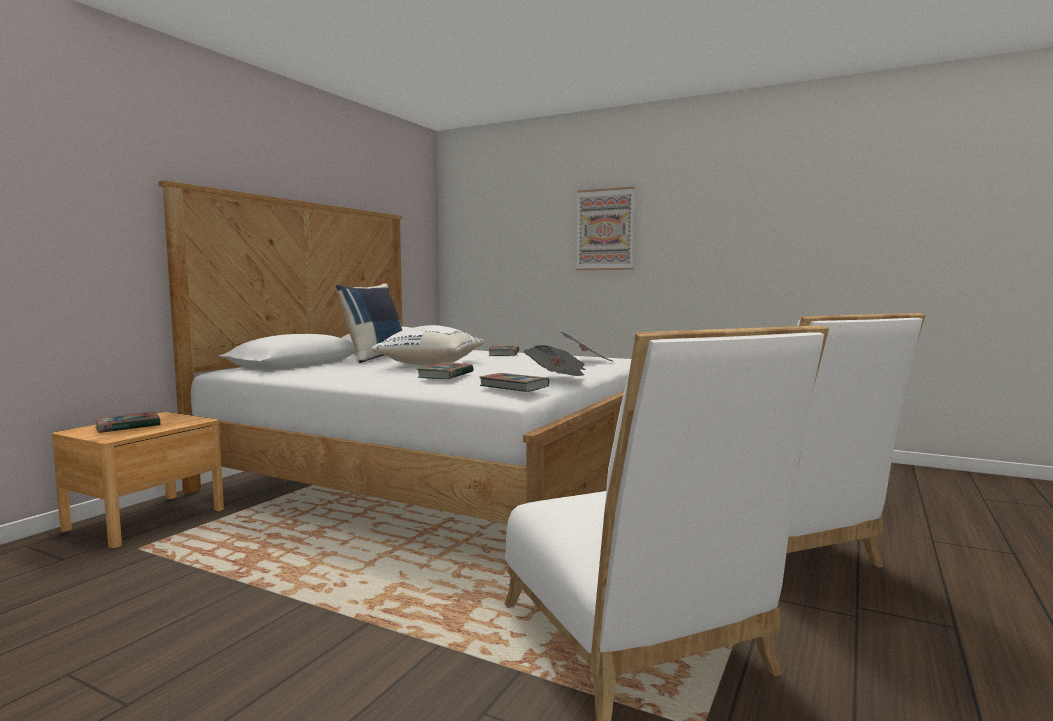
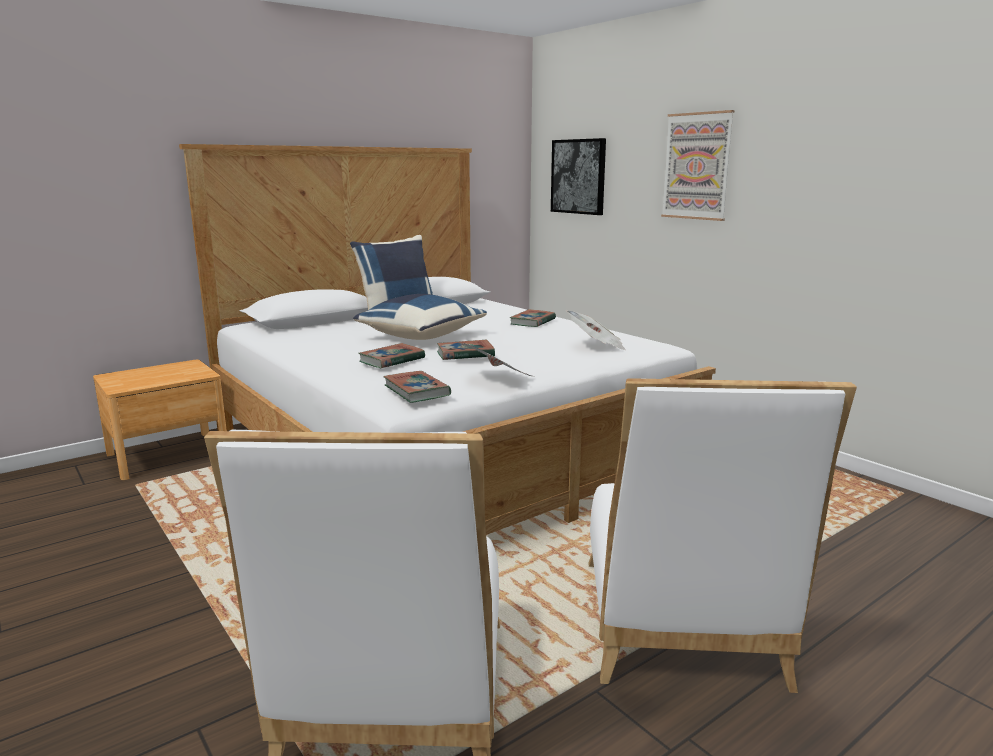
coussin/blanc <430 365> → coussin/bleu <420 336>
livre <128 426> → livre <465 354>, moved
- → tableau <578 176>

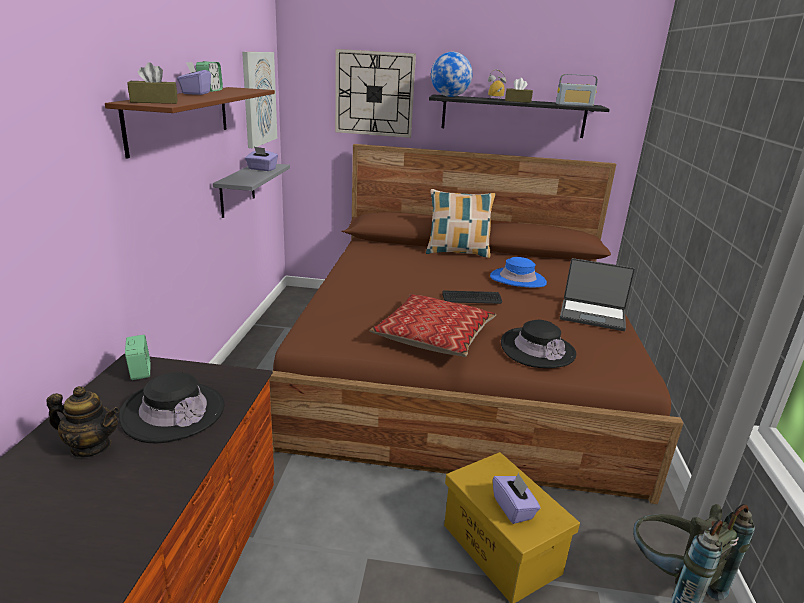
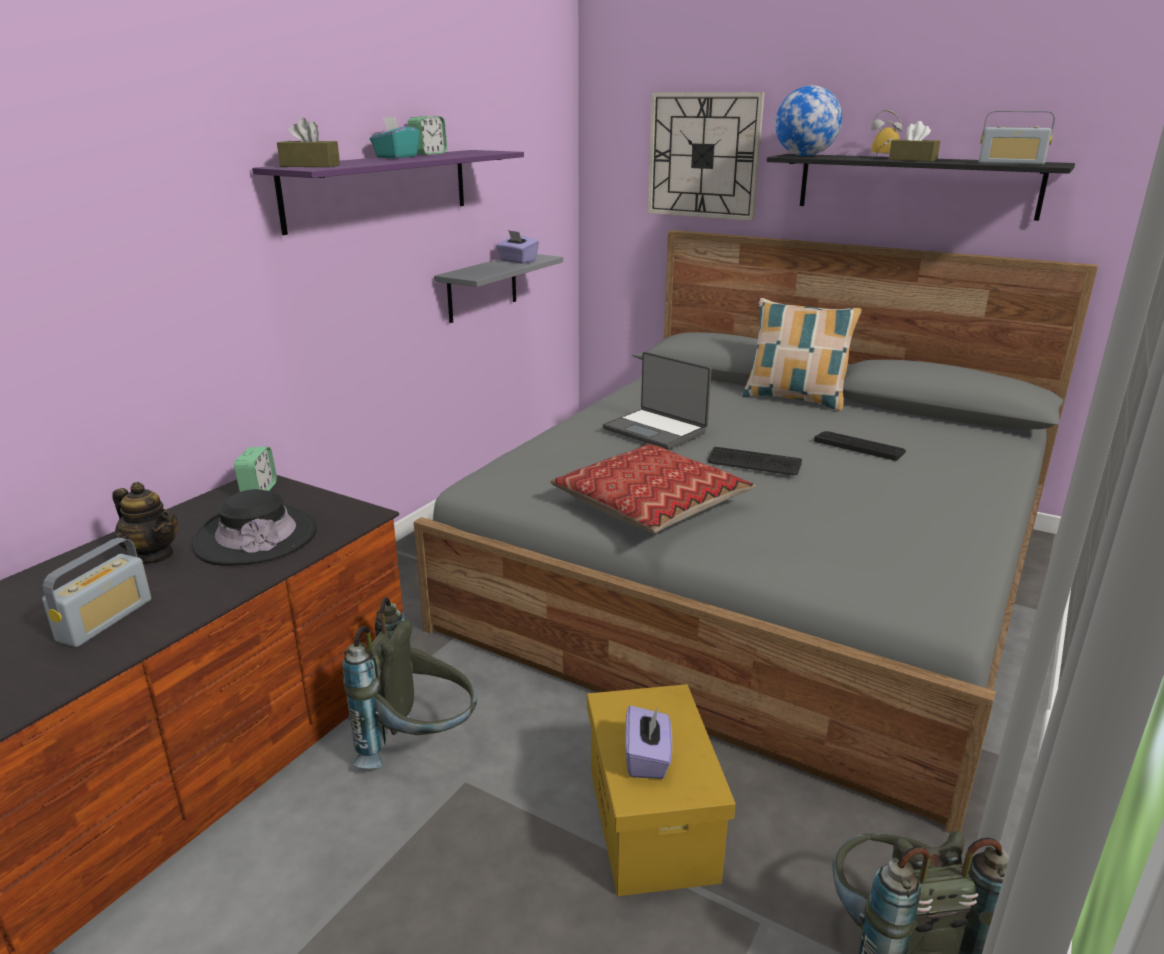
- → radio <105 620>
étagère/marron <181 117> → étagère/violet <380 188>
- → sac à dos/gris <419 745>
boîte à mouchoirs/violet <195 93> → boîte à mouchoirs/turquoise <396 157>
lit/marron <462 368> → lit/gris <760 576>
ordinateur portable <592 315> → ordinateur portable <656 430>, moved
chapeau/bleu <517 279> → clavier <859 446>
tableau <258 98> → -
chapeau/noir <537 349> → -

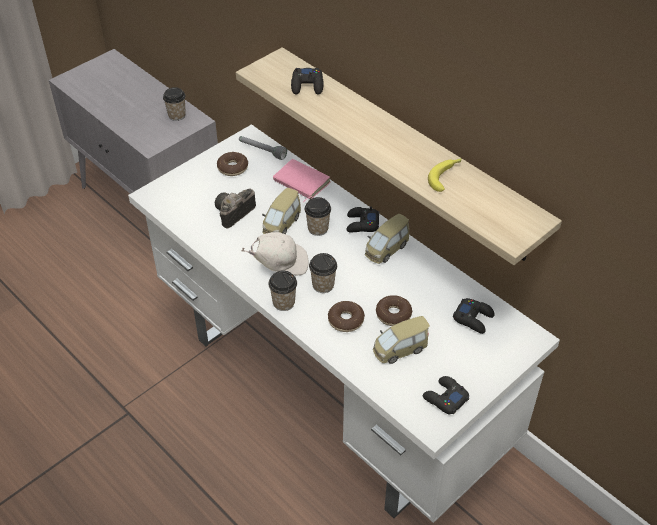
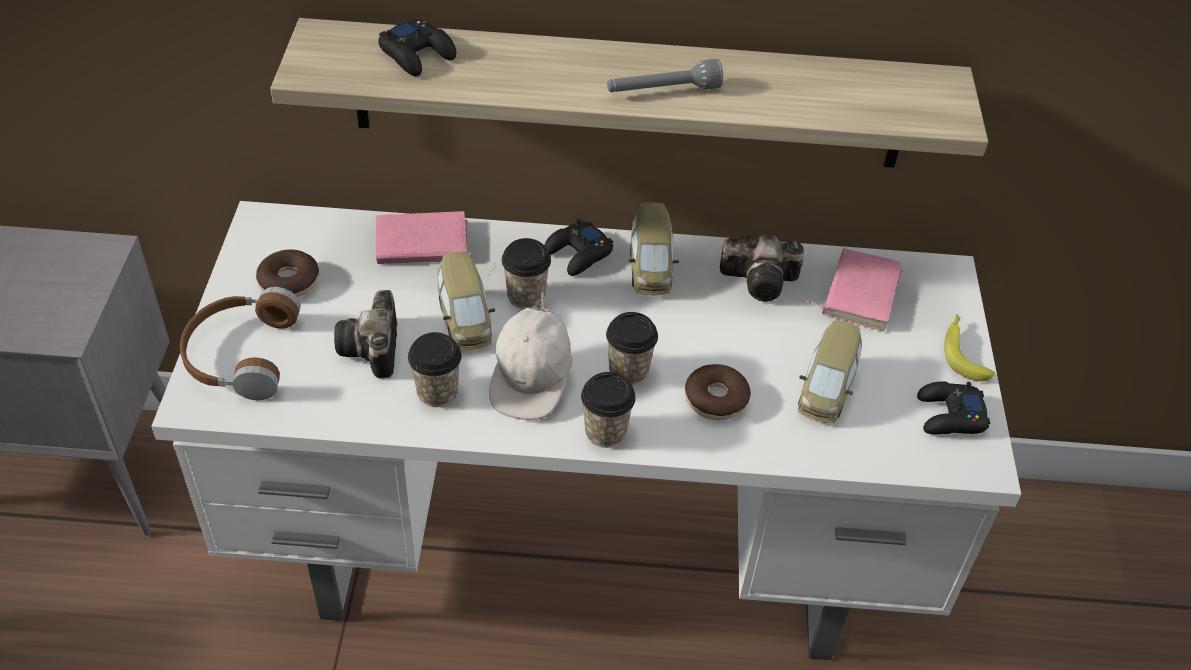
- → casque audio/marron <239 355>
tasse <177 115> → tasse <437 392>, moved
casquette/blanc <280 264> → casquette/blanc <532 380>, 150 degrees clockwise
lampe de poche/gris <262 151> → lampe de poche/gris <662 91>, moved
- → appareil photo <763 281>
manette/noir <473 318> → livre/rose <858 292>
banane <446 176> → banane <963 352>, moved
beignet <393 314> → -

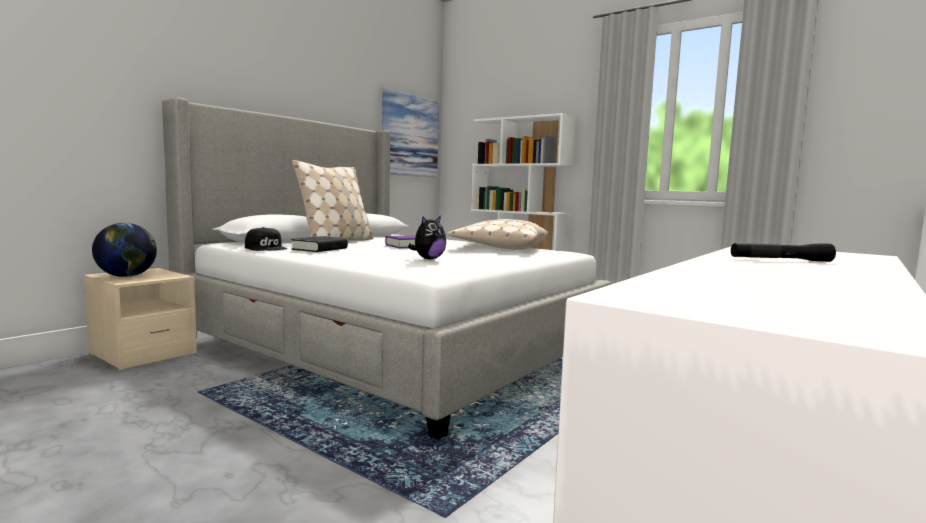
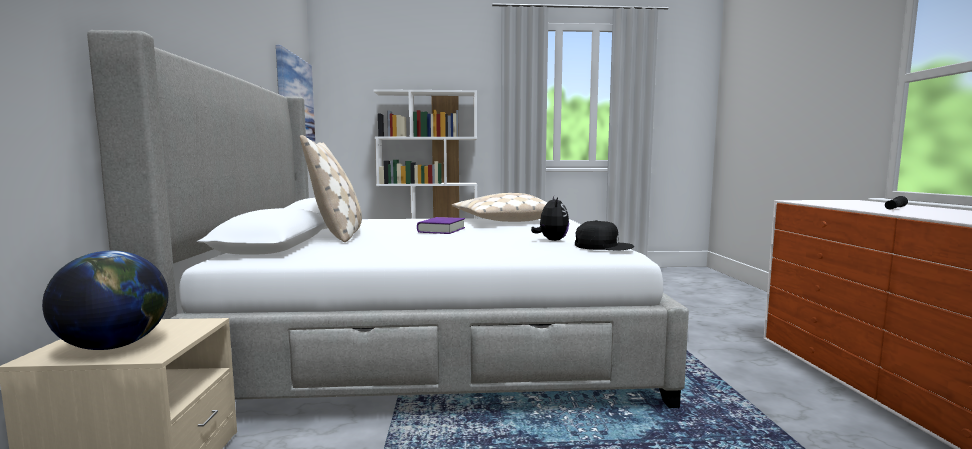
casquette/noir <266 248> → casquette/noir <602 246>, moved
livre/noir <320 249> → -

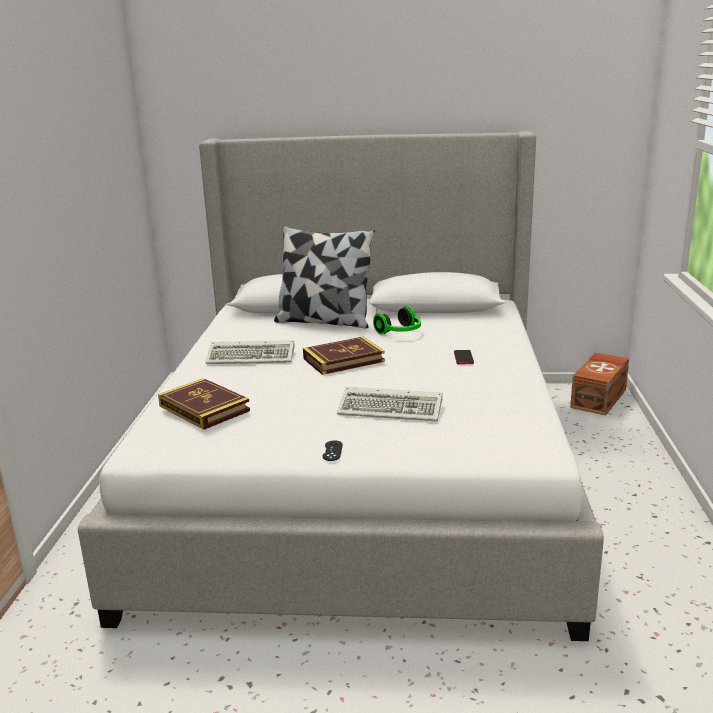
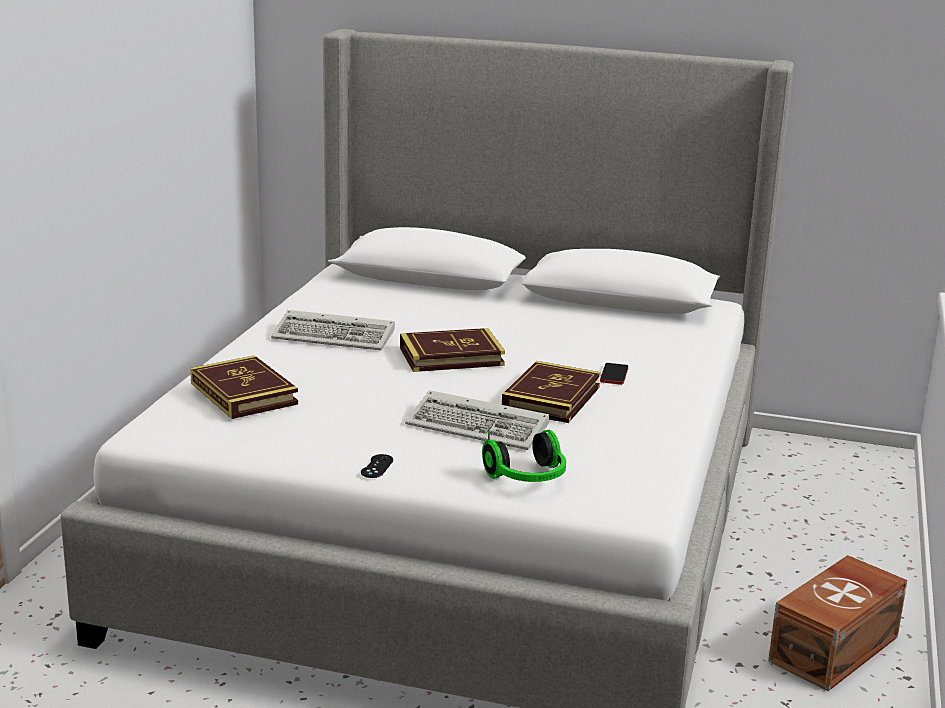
casque audio <400 332> → casque audio <528 478>, moved
- → livre <551 398>
boîte de rangement/marron <600 398> → boîte de rangement/marron <837 649>, moved
coussin <324 321> → -

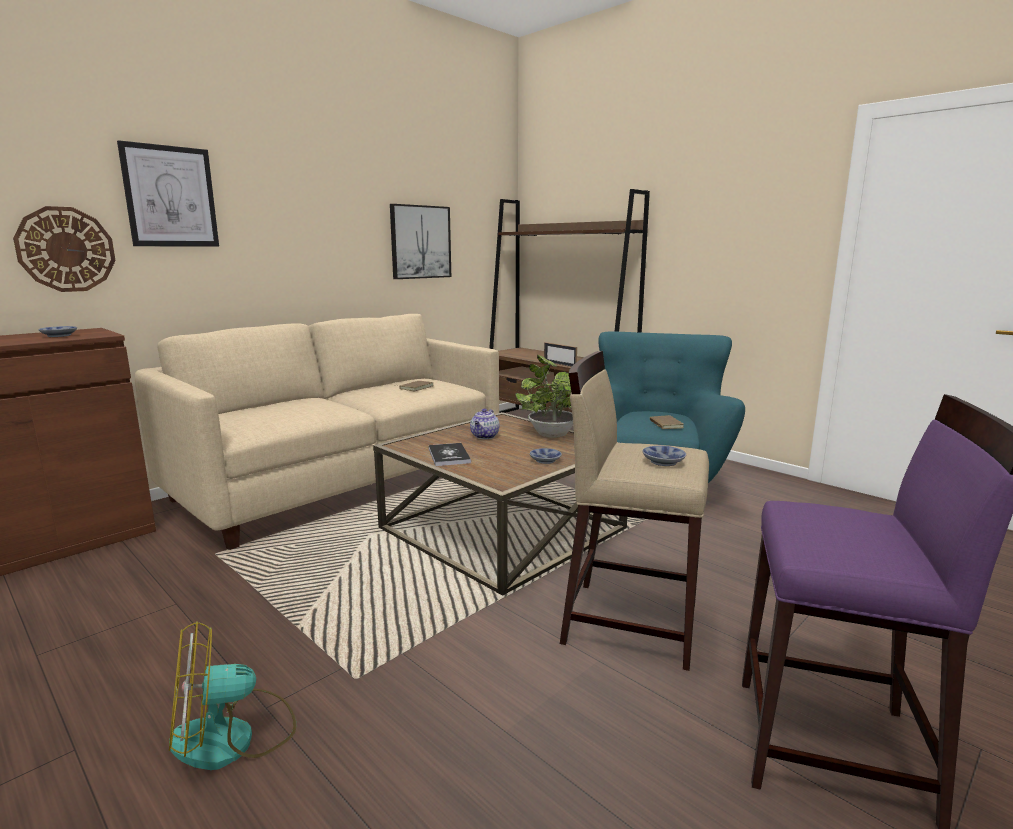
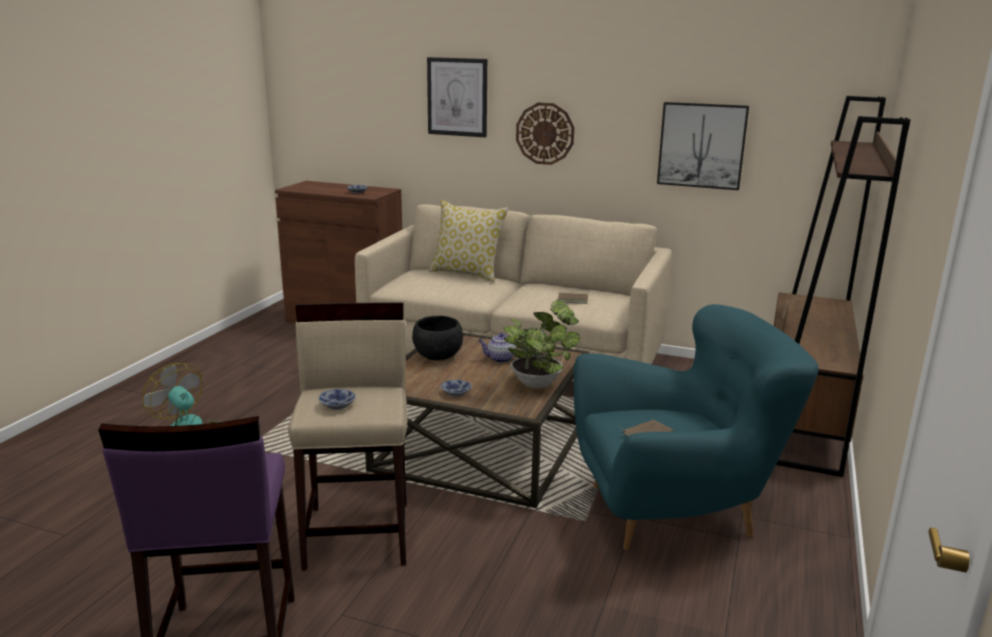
livre <449 455> → bol/noir <437 357>
- → coussin <467 274>
horloge murale <66 249> → horloge murale <545 133>, moved

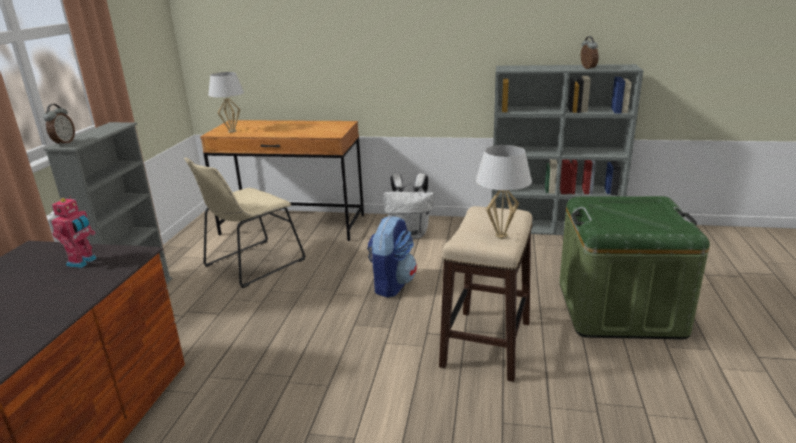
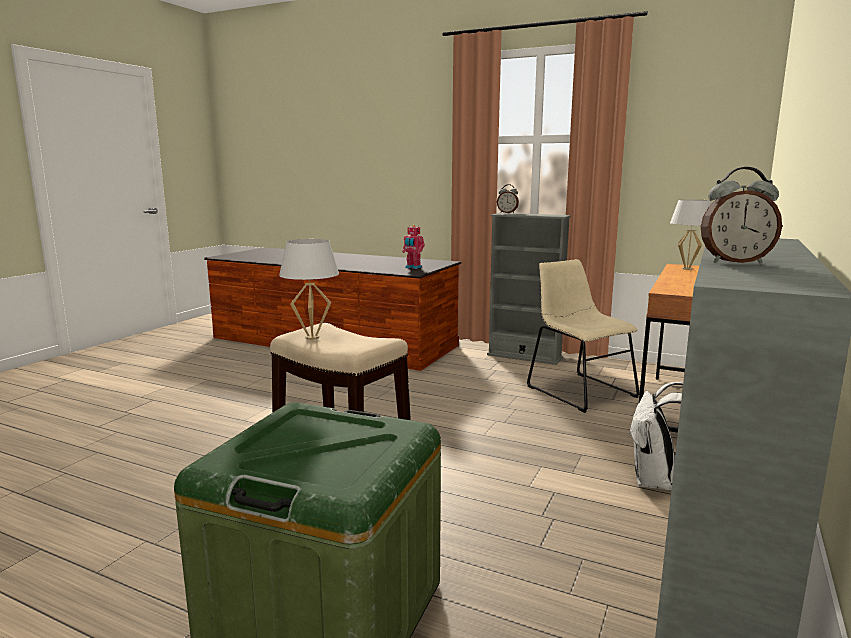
sac à dos <392 284> → -

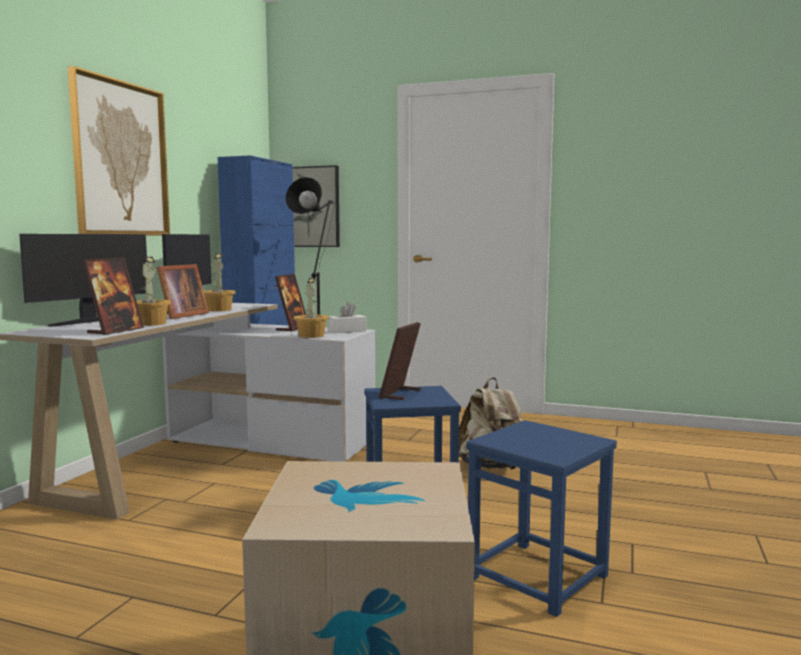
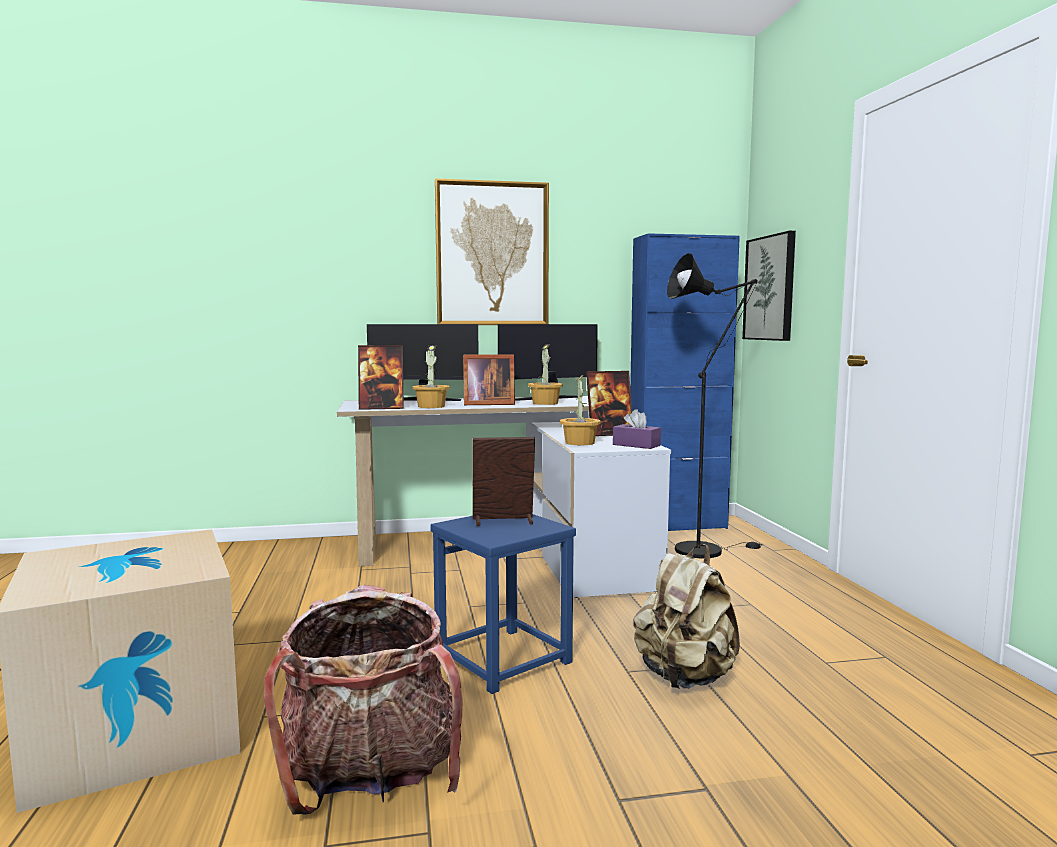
tabouret/bleu <538 576> → sac à dos <372 782>
boîte à mouchoirs/blanc <347 331> → boîte à mouchoirs/violet <636 445>

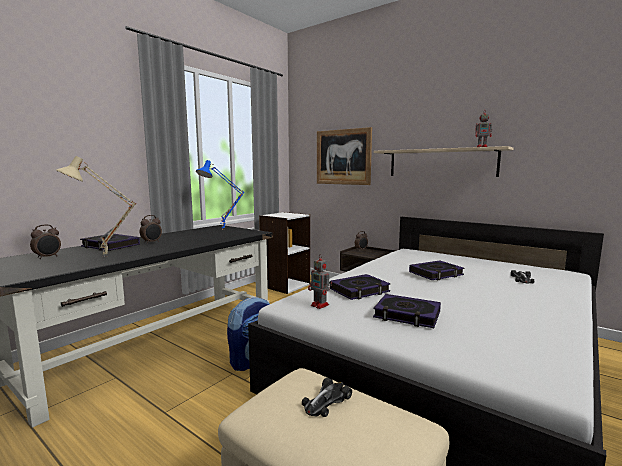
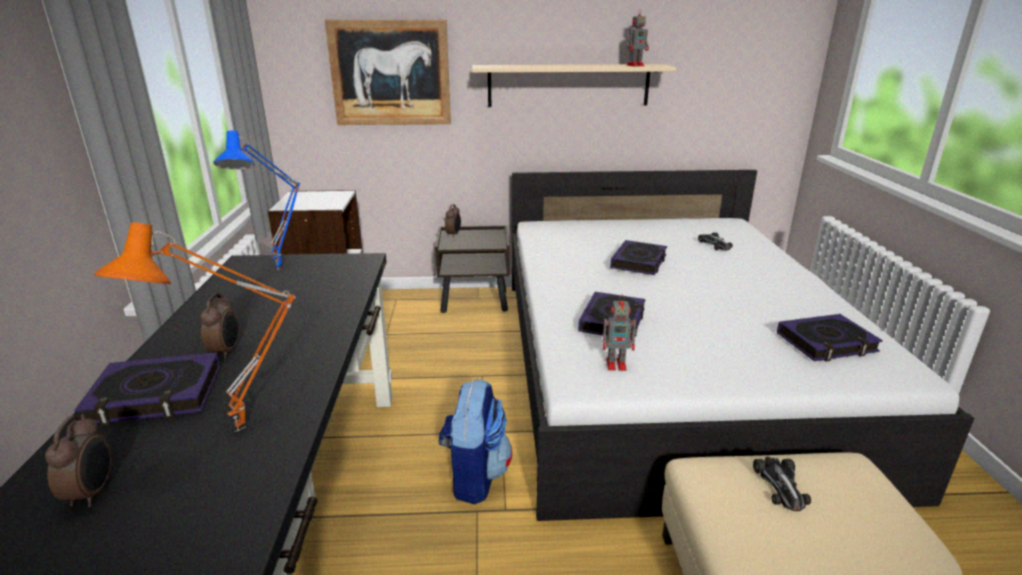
lampe de table/beige <104 257> → lampe de table/orange <242 432>
livre <407 315> → livre <826 343>, moved

